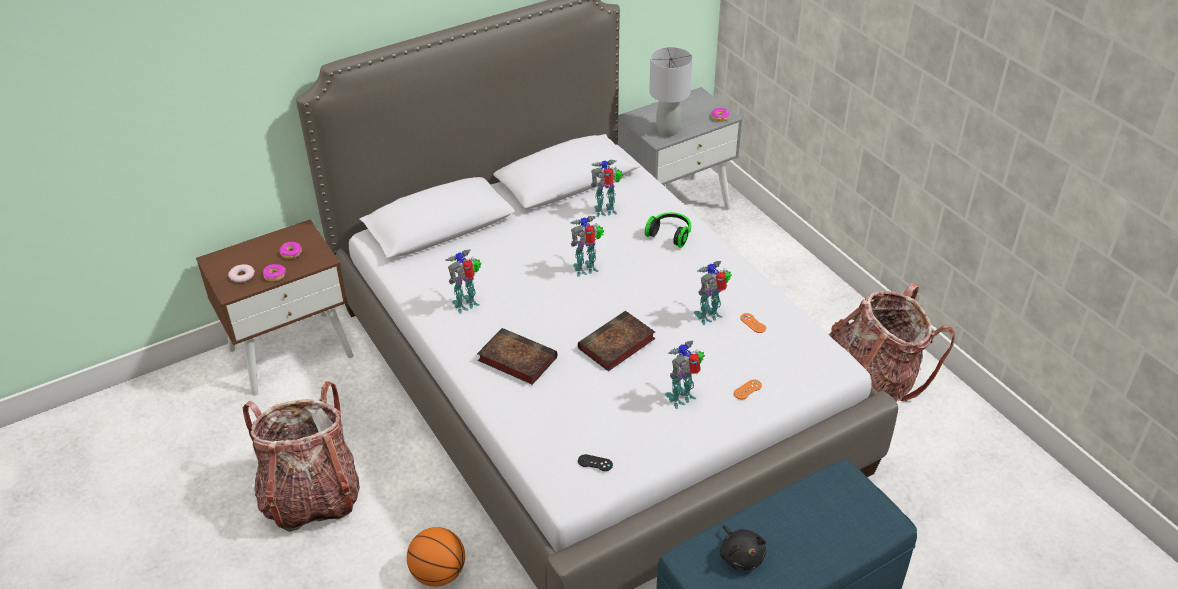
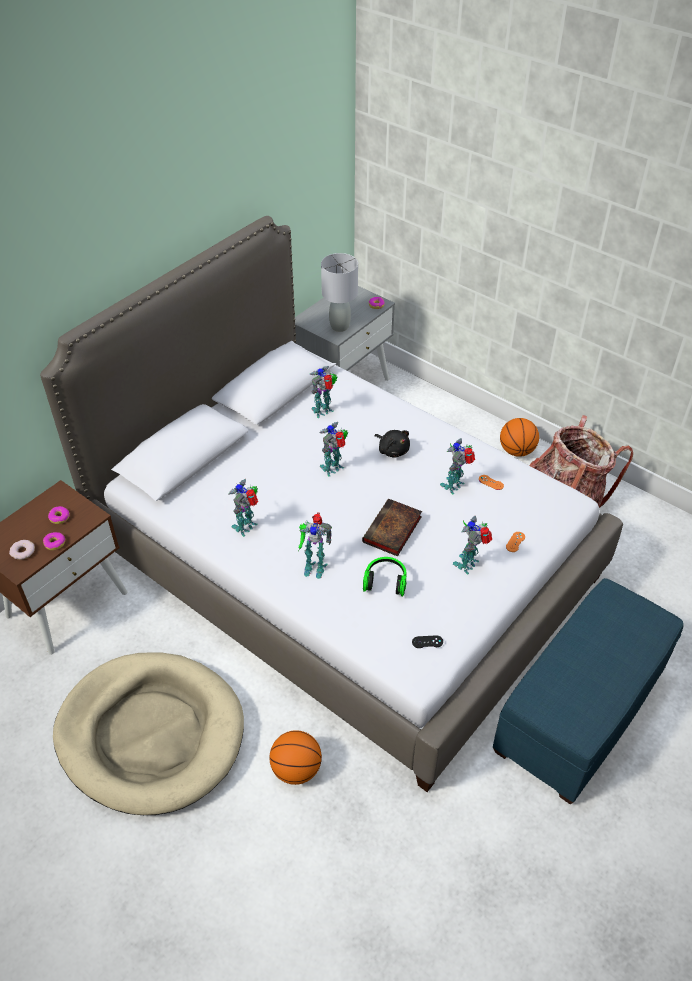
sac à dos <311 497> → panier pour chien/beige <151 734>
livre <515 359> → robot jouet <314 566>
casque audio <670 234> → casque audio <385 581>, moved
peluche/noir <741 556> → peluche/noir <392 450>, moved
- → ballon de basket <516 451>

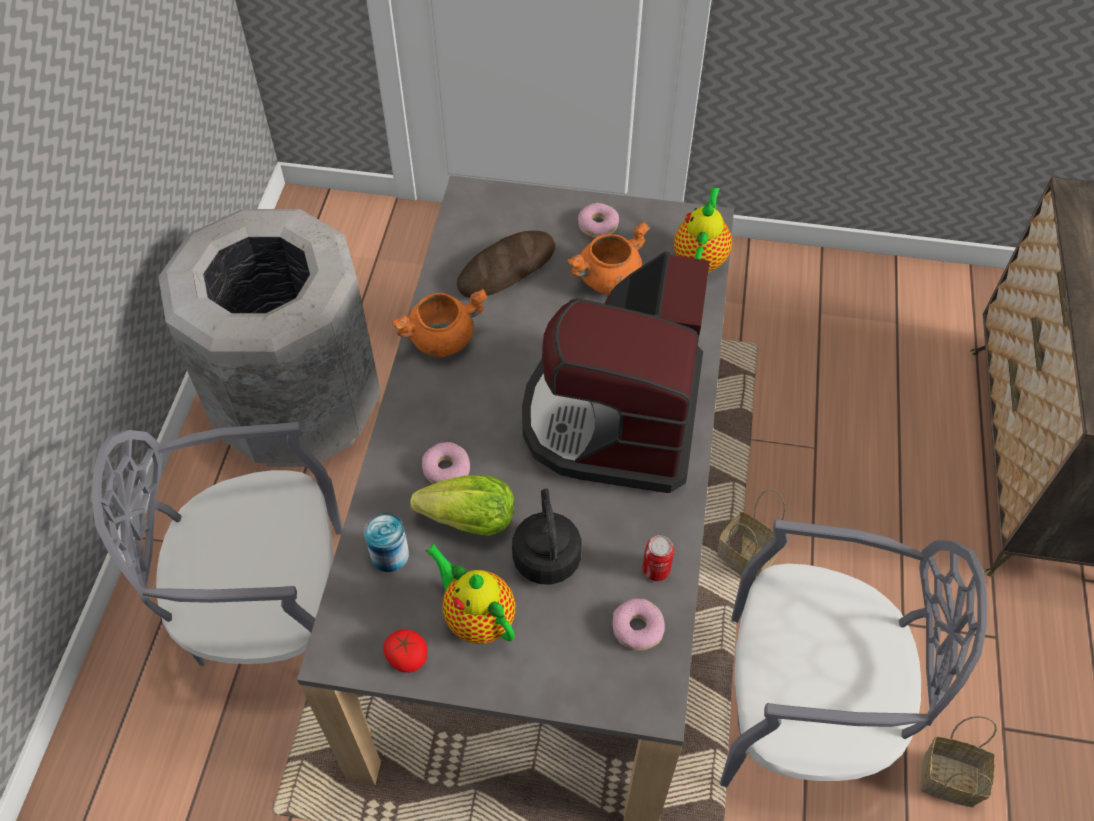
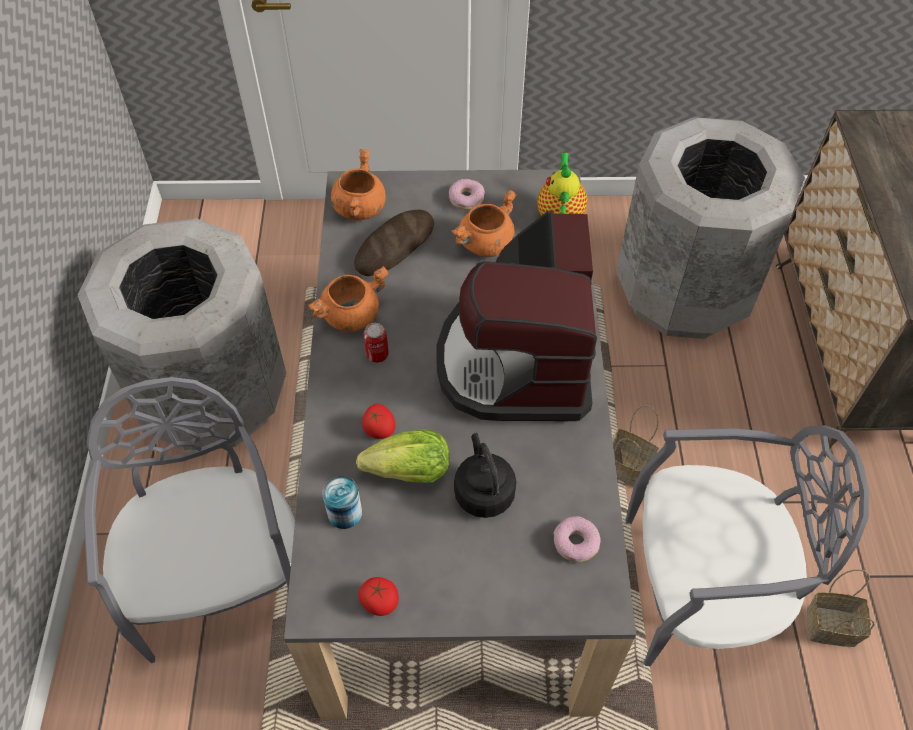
chaise/gris <270 609> → chaise/gris <221 579>, 90 degrees clockwise
- → marmite/orange <359 208>
beignet <446 469> → tomate <379 429>
boîte métallique <656 569> → boîte métallique <377 354>, moved
- → poubelle/gris <683 291>
théière <476 616> → -

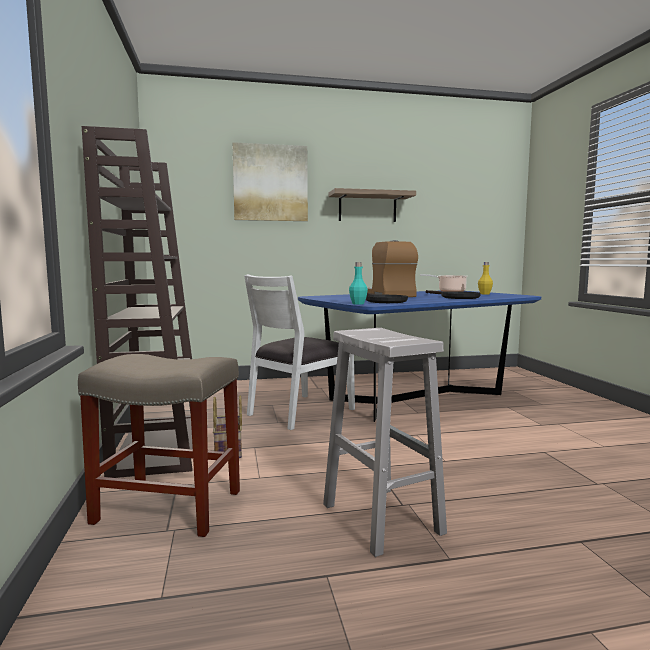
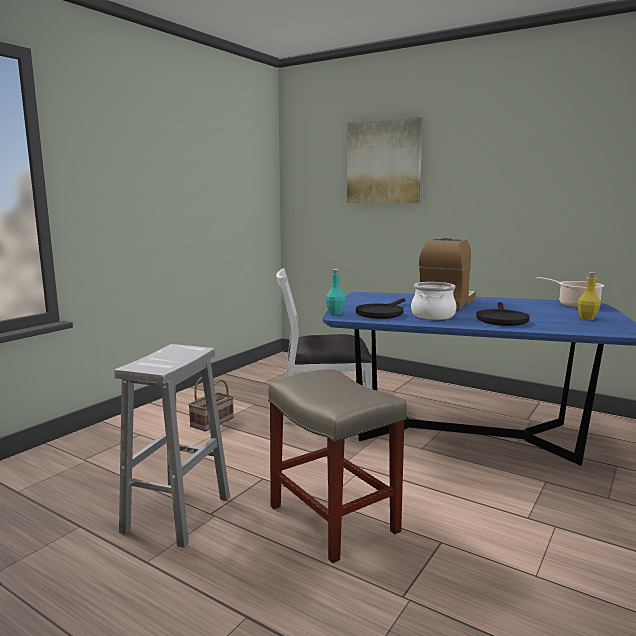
tabouret/beige <171 506> → tabouret/beige <335 519>, moved
- → marmite <433 316>
bibliothèque/marron <158 445> → -
étagère <367 207> → -

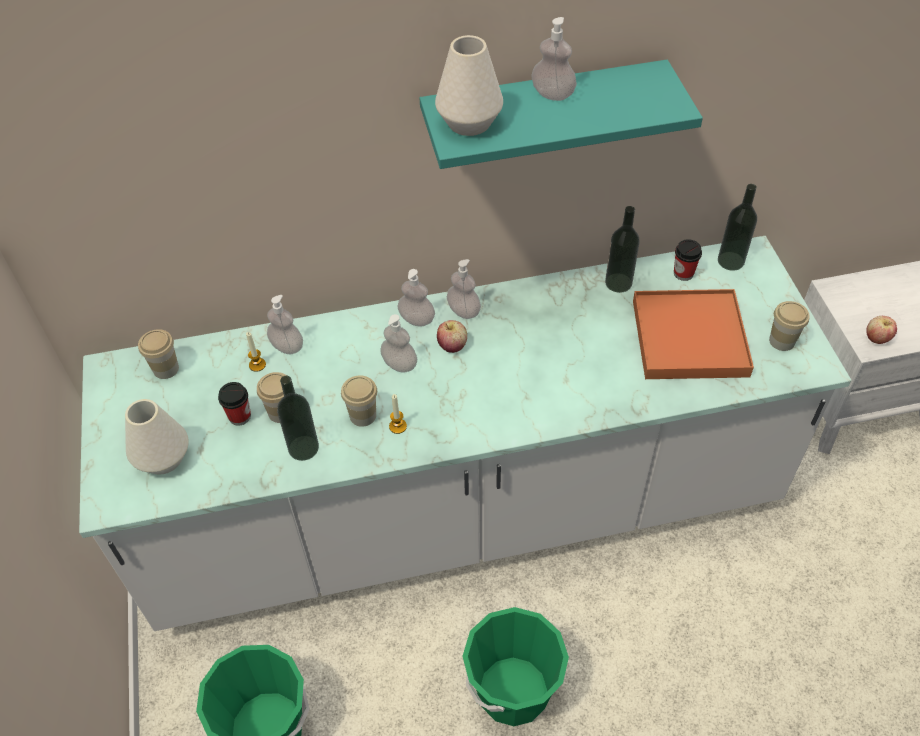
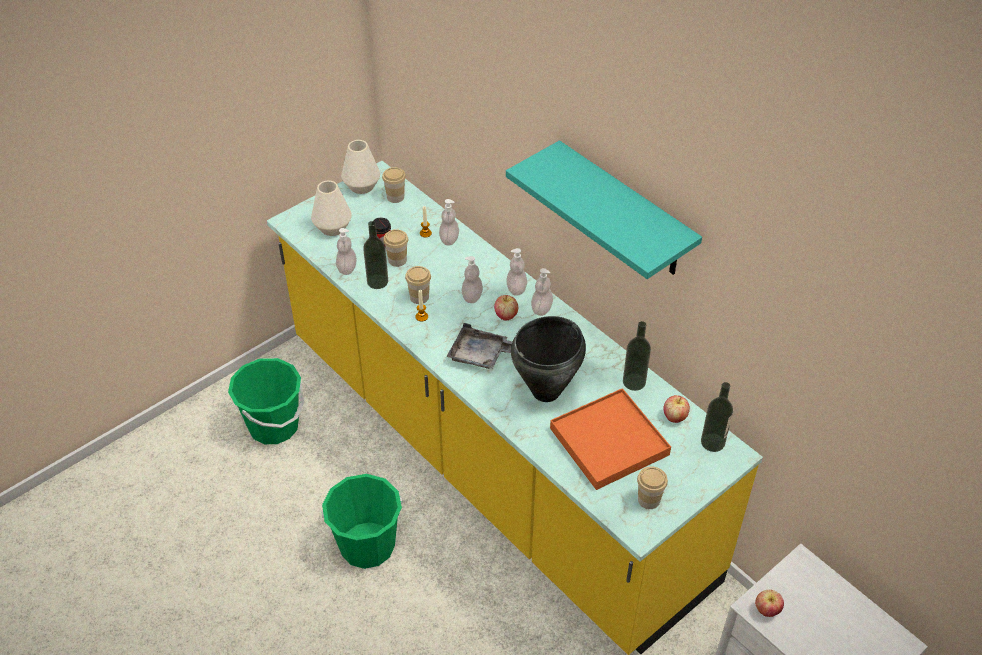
comptoir de cuisine/blanc <464 510> → comptoir de cuisine/jaune <491 457>
distributeur de savon <552 94> → distributeur de savon <347 268>, moved
vase/blanc <469 122> → vase/blanc <361 186>, moved
- → plateau/gris <480 355>
- → marmite/noir <546 391>
tasse <683 273> → pomme <675 417>

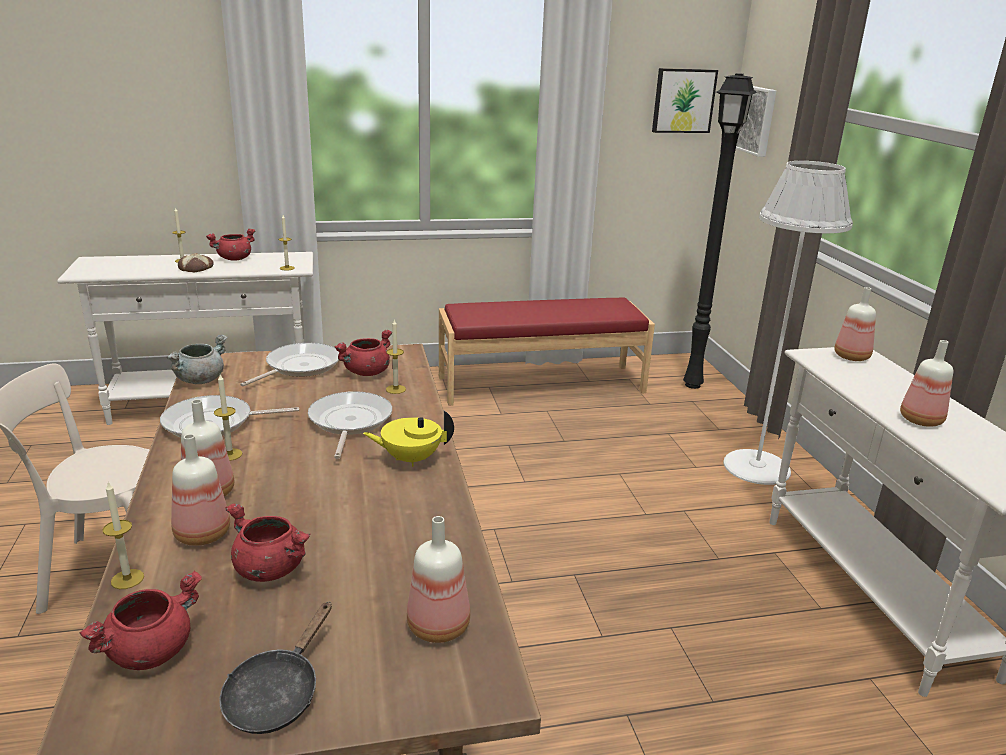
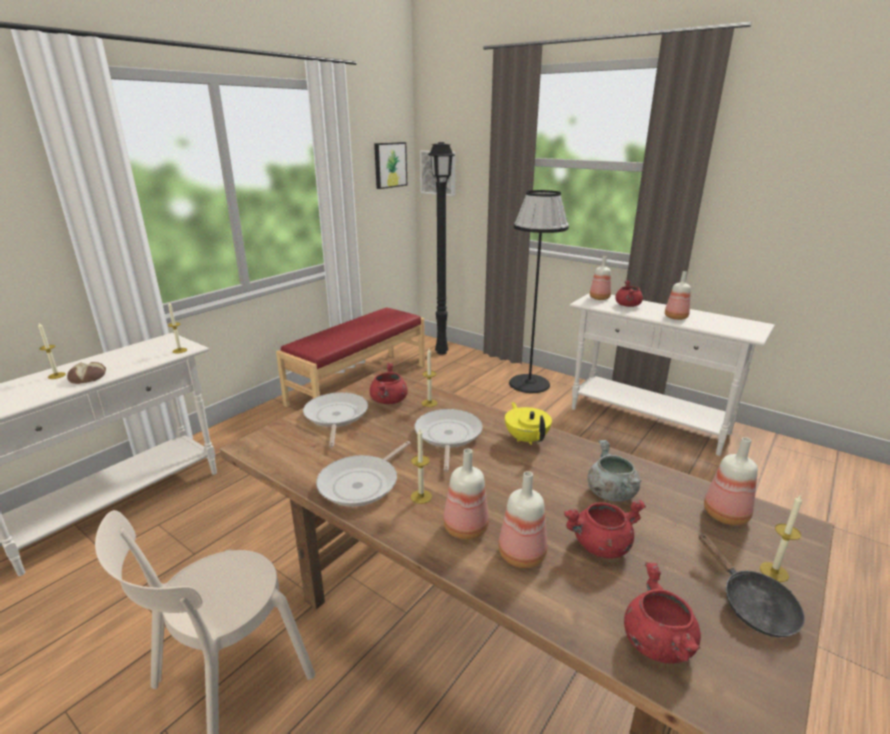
poêle <349 422> → poêle <447 436>, 45 degrees clockwise
théière/jaune <410 459> → théière/jaune <526 438>, 120 degrees clockwise
lampadaire/blanc <756 467> → lampadaire/noir <529 383>
marmite/gris <200 379> → marmite/gris <611 493>, moved
marmite/rouge <234 259> → marmite/rouge <628 305>, moved
bougie <127 579> → bougie <774 572>, moved

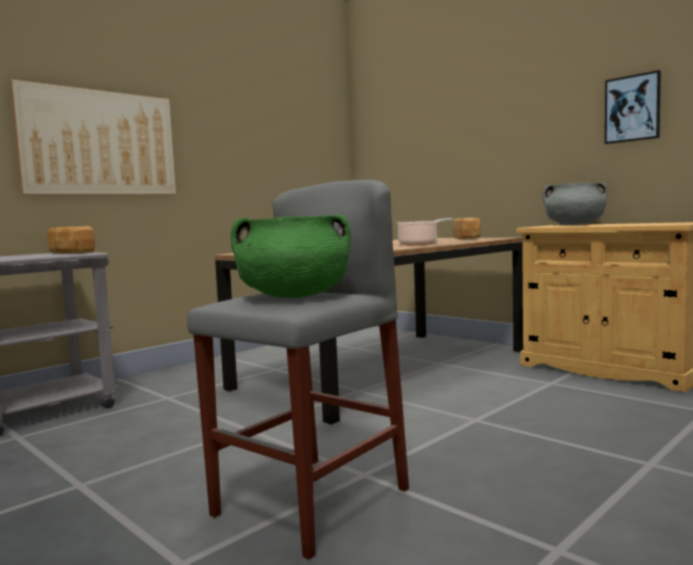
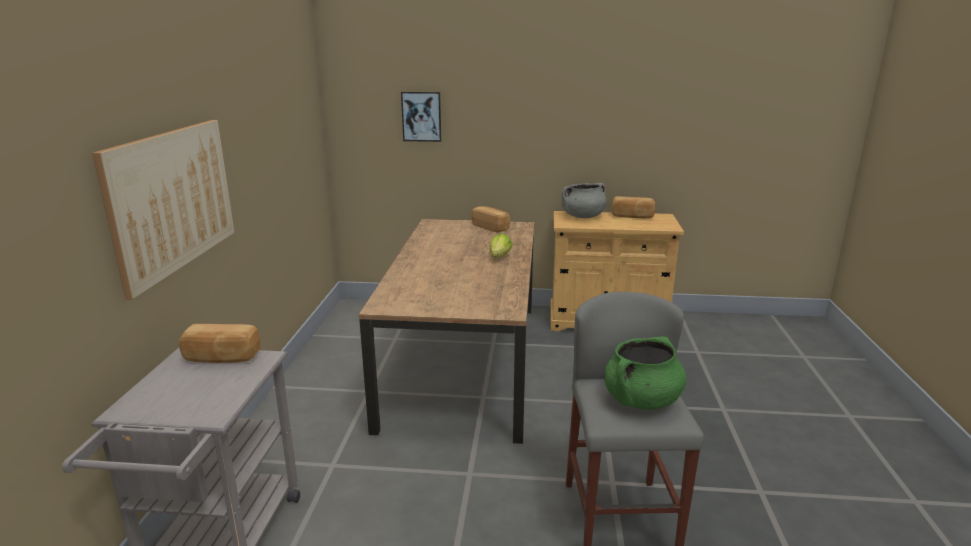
tableau <632 108> → tableau <421 116>, moved
marmite <420 244> → laitue <499 257>
- → pain <632 216>

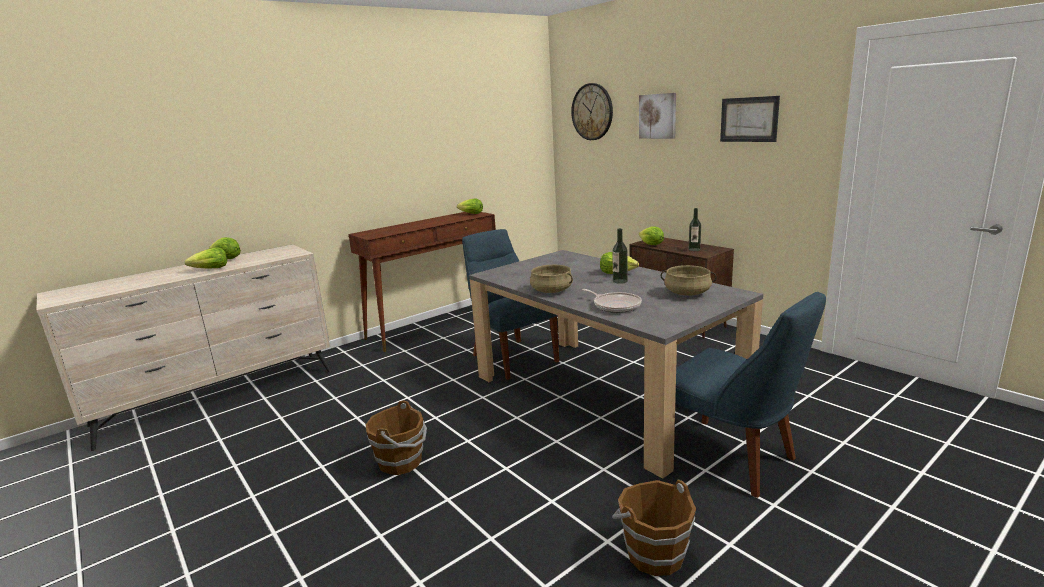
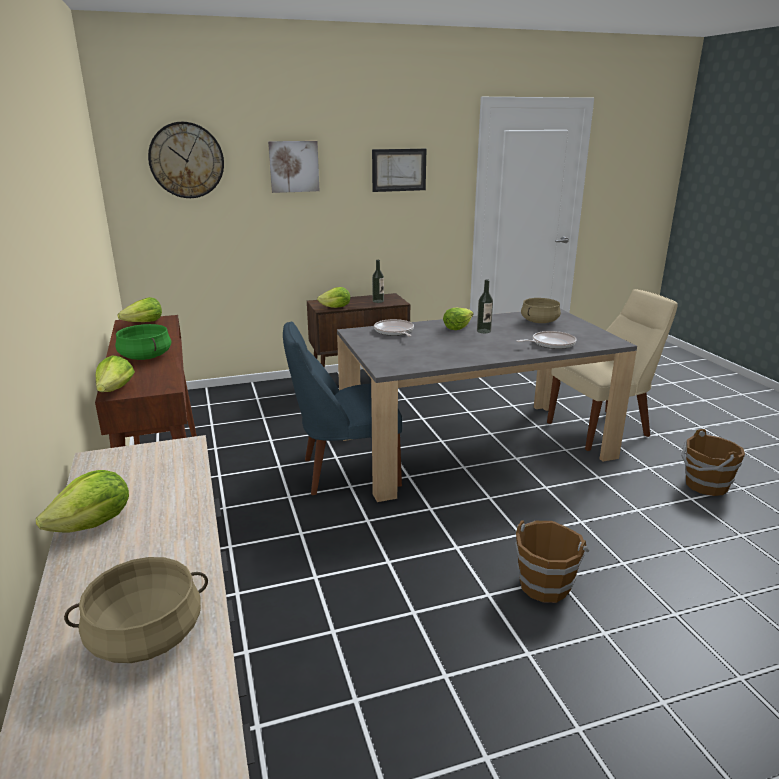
marmite/beige <552 291> → marmite/beige <146 635>, moved
laitue <210 269> → laitue <115 390>, moved
- → marmite/vert <146 356>
- → poêle <394 332>
chaise/bleu <732 459> → chaise/beige <602 429>

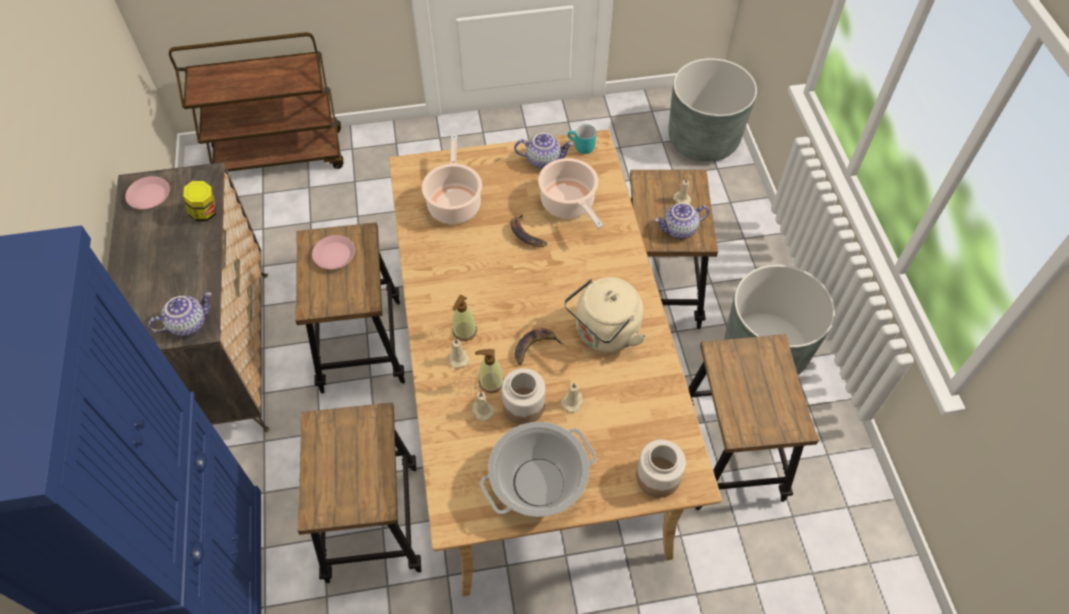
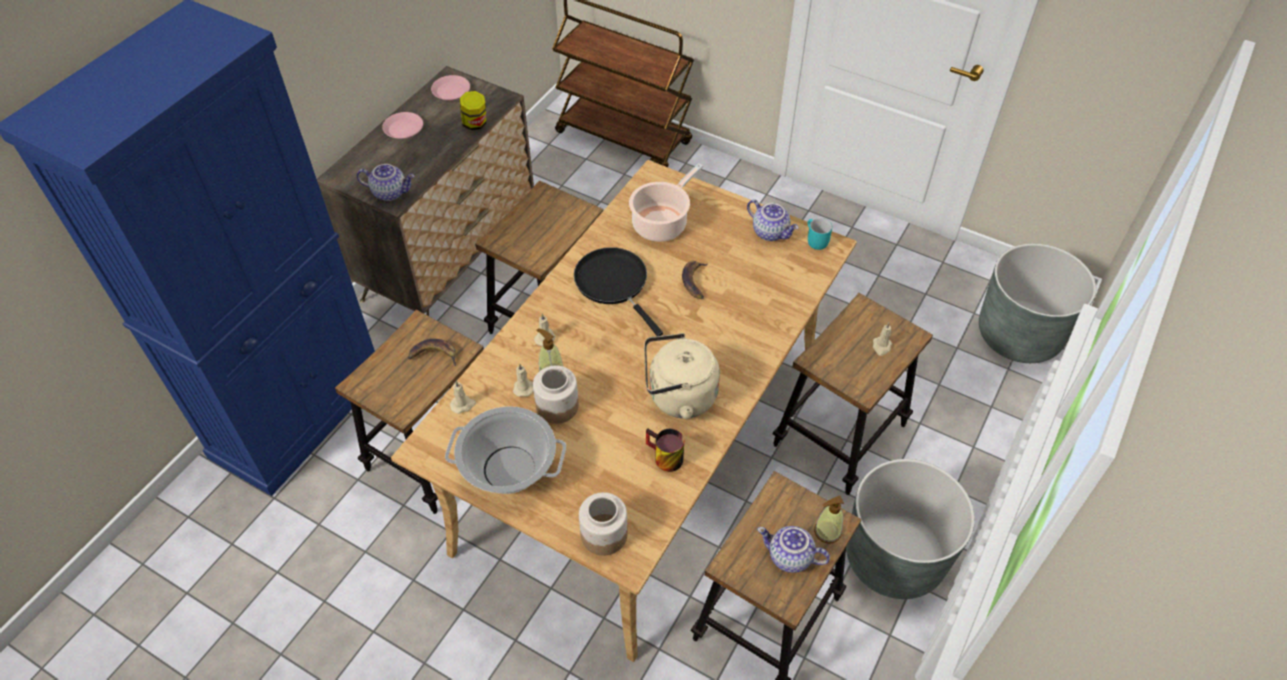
assiette/rose <334 255> → assiette/rose <404 129>, moved
banane <535 347> → banane <434 354>, moved
bougie/beige <573 401> → bougie/beige <463 405>, moved
- → poêle/noir <614 284>
- → mug <663 458>
théière <679 230> → théière <789 558>, moved
distributeur de savon <464 331> → distributeur de savon <827 532>, moved
marmite <569 204> → -

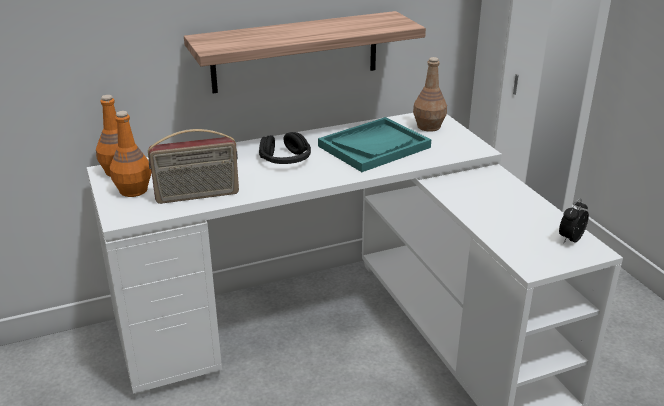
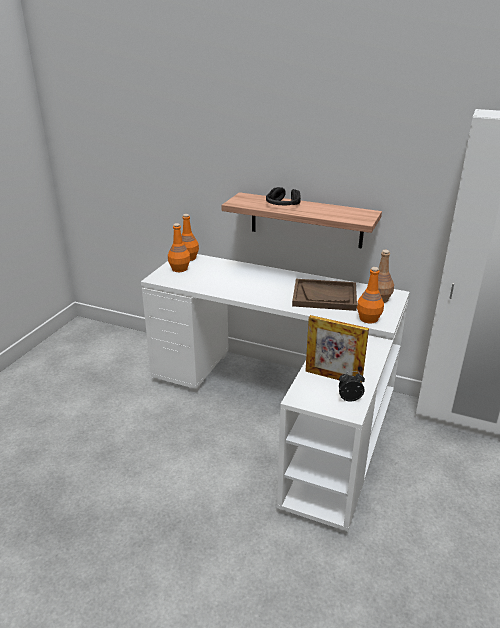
casque audio/noir <285 160> → casque audio/noir <282 205>, moved
plateau/turquoise <374 146> → plateau/marron <324 296>
- → cadre photo <333 377>
- → bouteille/orange <368 319>
radio <197 196> → -

